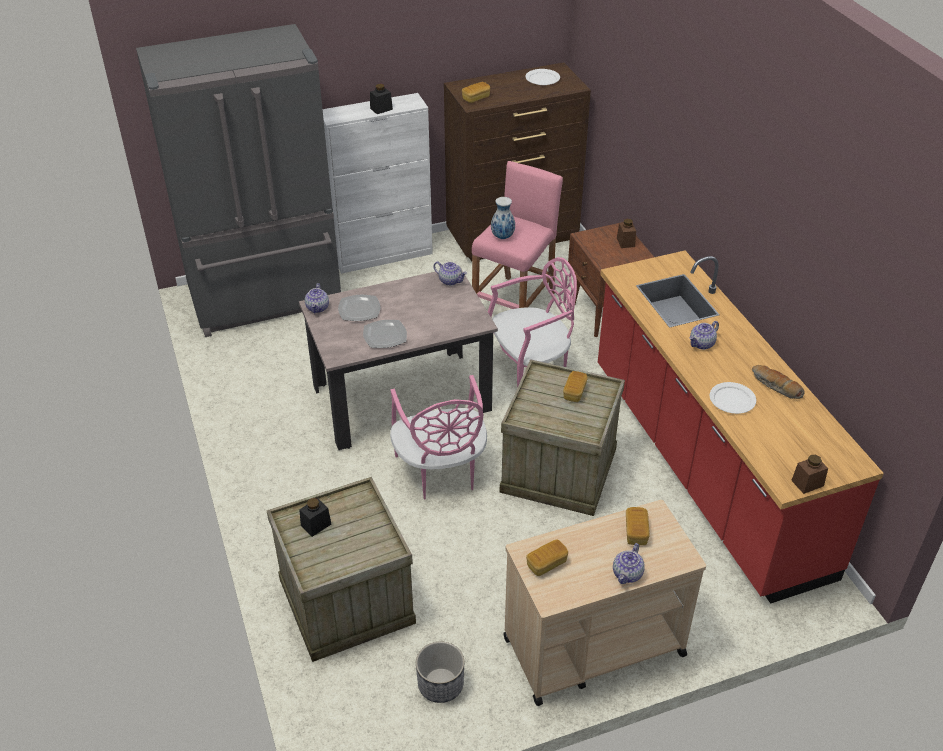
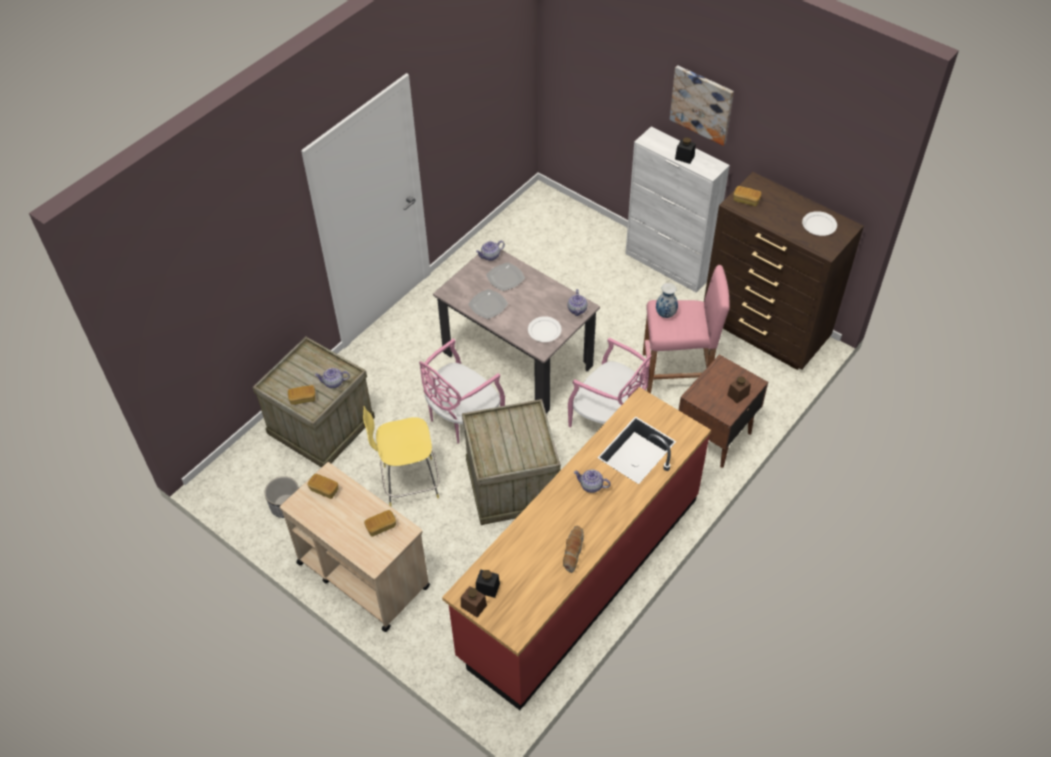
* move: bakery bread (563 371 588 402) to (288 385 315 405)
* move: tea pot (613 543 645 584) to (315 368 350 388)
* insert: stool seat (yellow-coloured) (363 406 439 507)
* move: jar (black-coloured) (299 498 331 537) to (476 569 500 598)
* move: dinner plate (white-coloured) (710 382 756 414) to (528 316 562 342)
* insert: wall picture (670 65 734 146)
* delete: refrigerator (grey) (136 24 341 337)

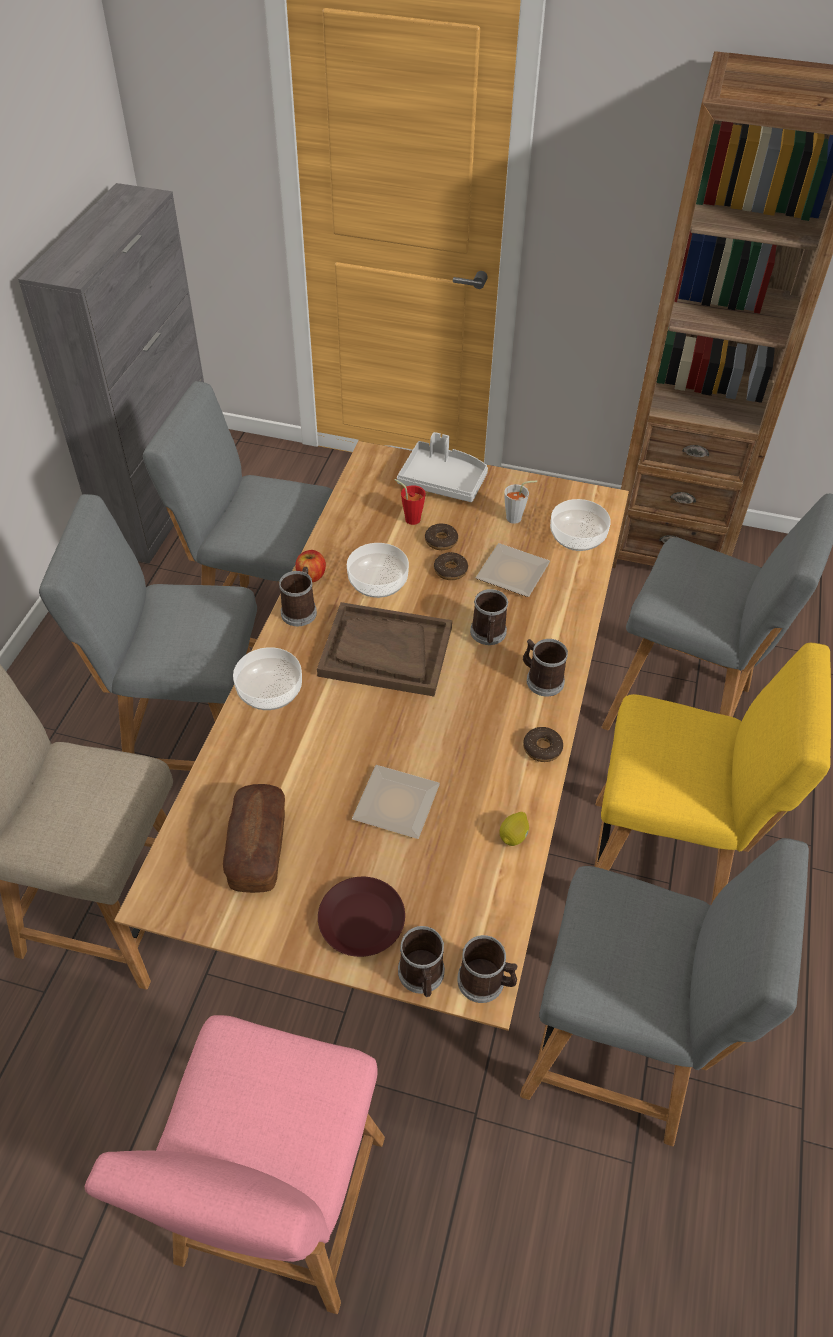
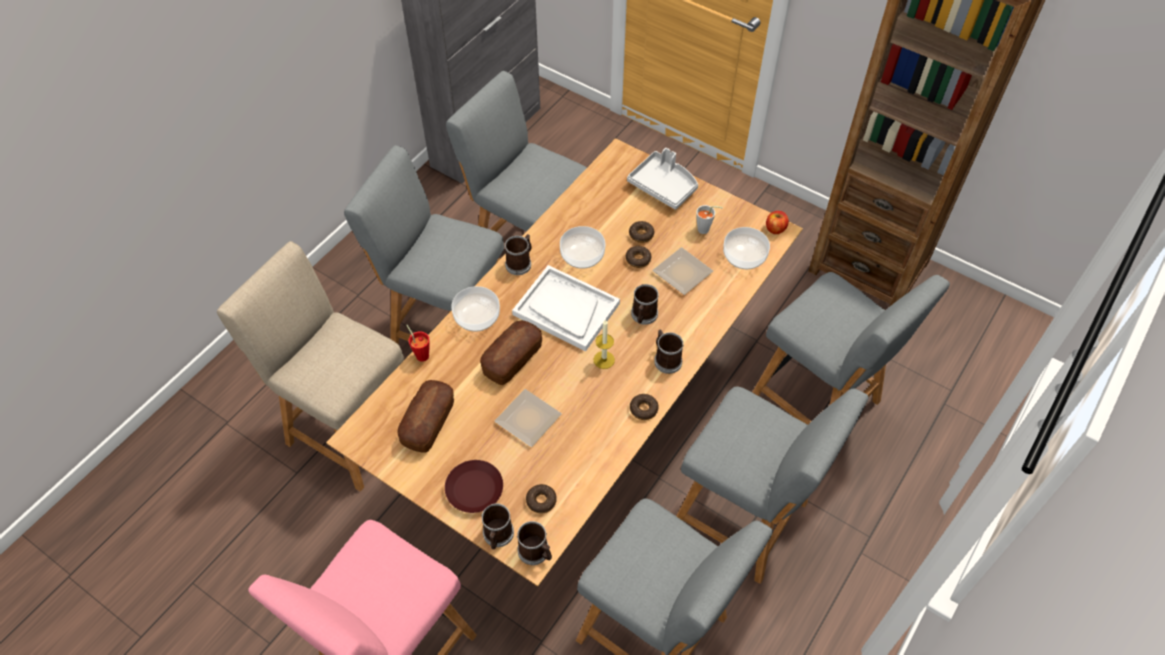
* move: cup (red) (395 479 426 525) to (406 325 430 362)
* insert: bakery bread (480 321 542 385)
* recolor: carrying tray (brown) (317 602 452 696) to carrying tray (white-coloured) (512 265 620 351)
* insert: doughnut (526 484 557 514)
* insert: wax light (594 319 615 369)
* recolor: plain chair (yellow-coloured) (594 643 831 904) to plain chair (grey) (676 387 868 584)
* move: whole apple (295 550 326 582) to (766 211 789 234)
* delete: lemon (499 812 529 846)

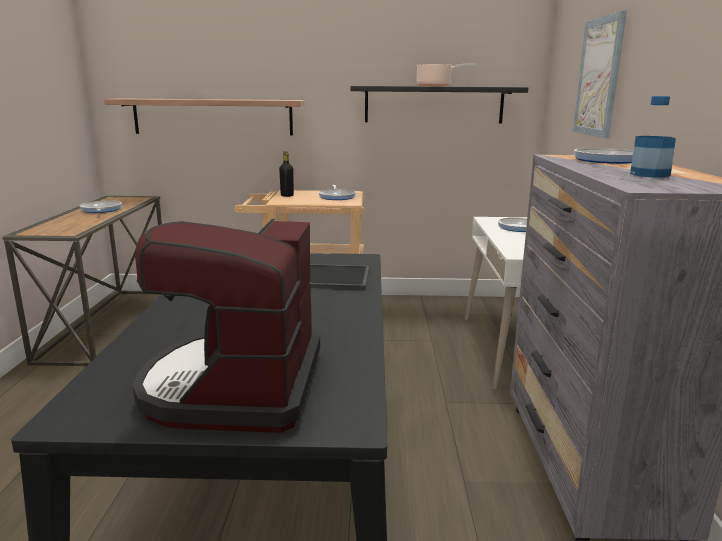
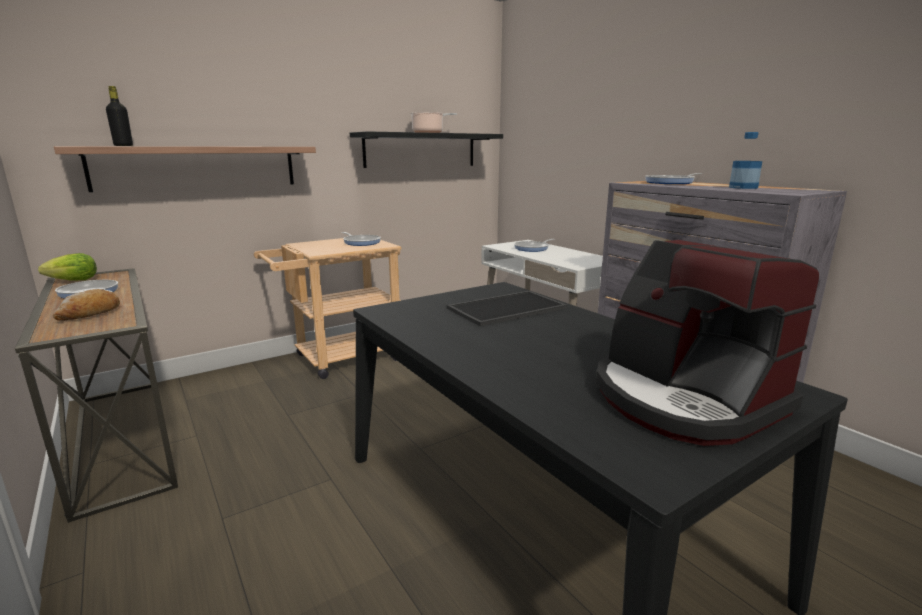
* insert: lettuce (38 253 97 280)
* insert: bakery bread (53 289 120 321)
* move: bottle (black-coloured) (279 151 294 197) to (106 86 133 146)
* delete: wall picture (573 10 627 139)

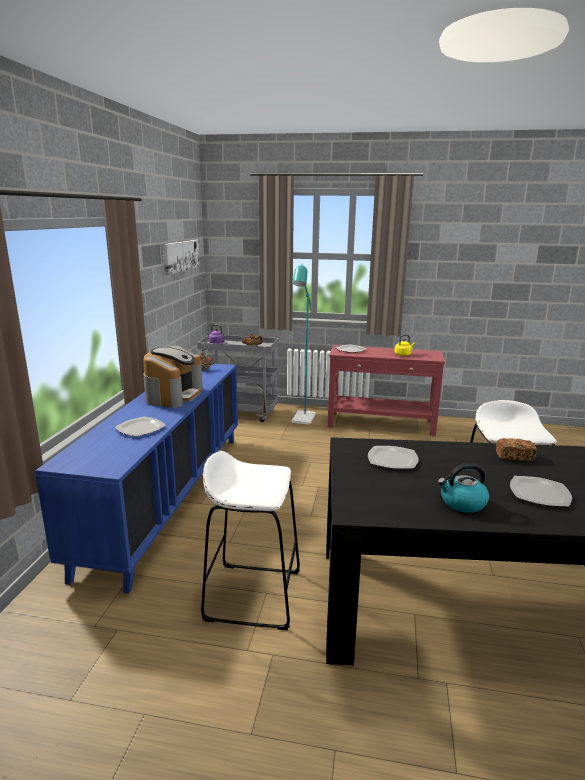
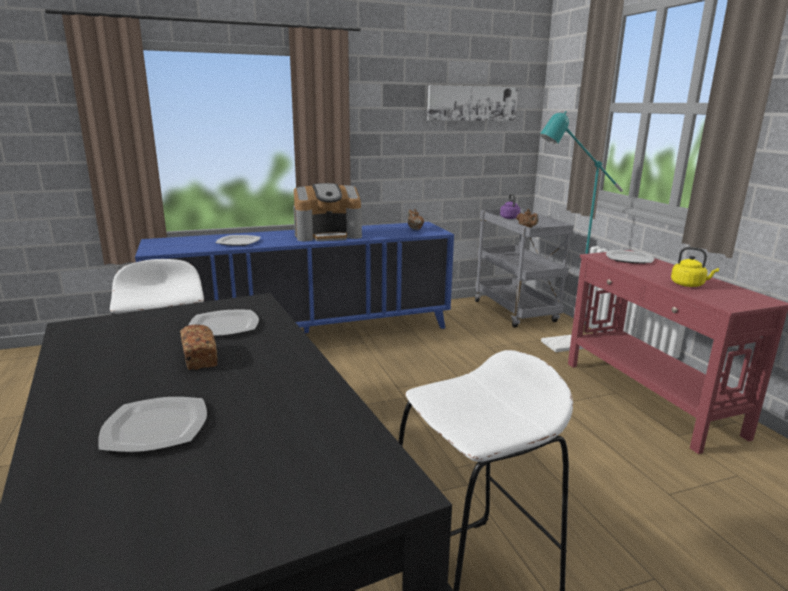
* move: bakery bread (496 438 537 461) to (180 324 217 370)
* delete: water kettle (438 463 489 513)

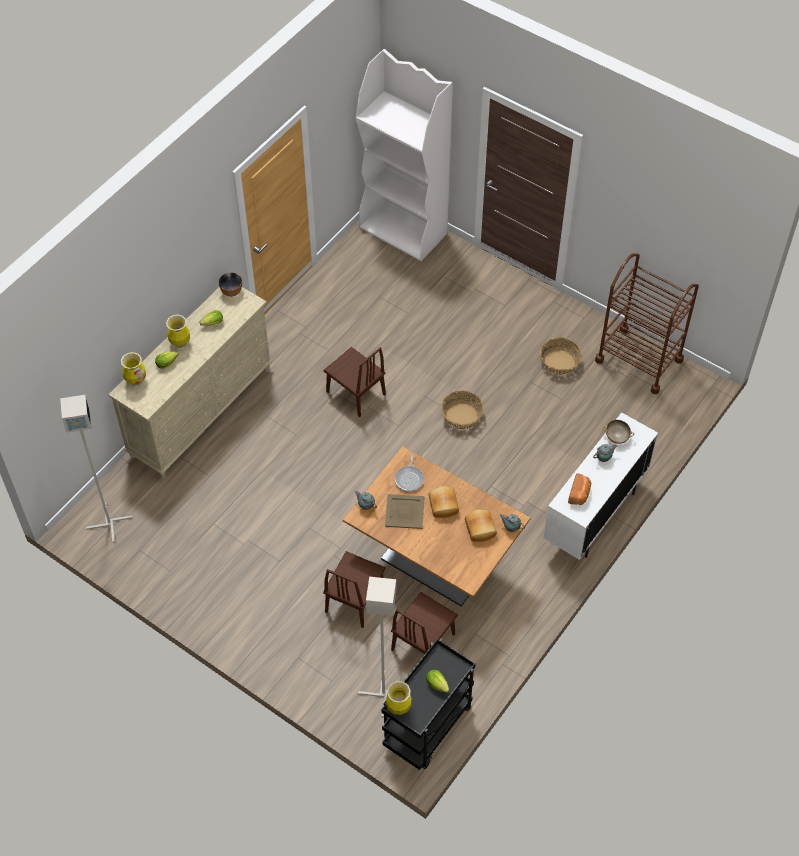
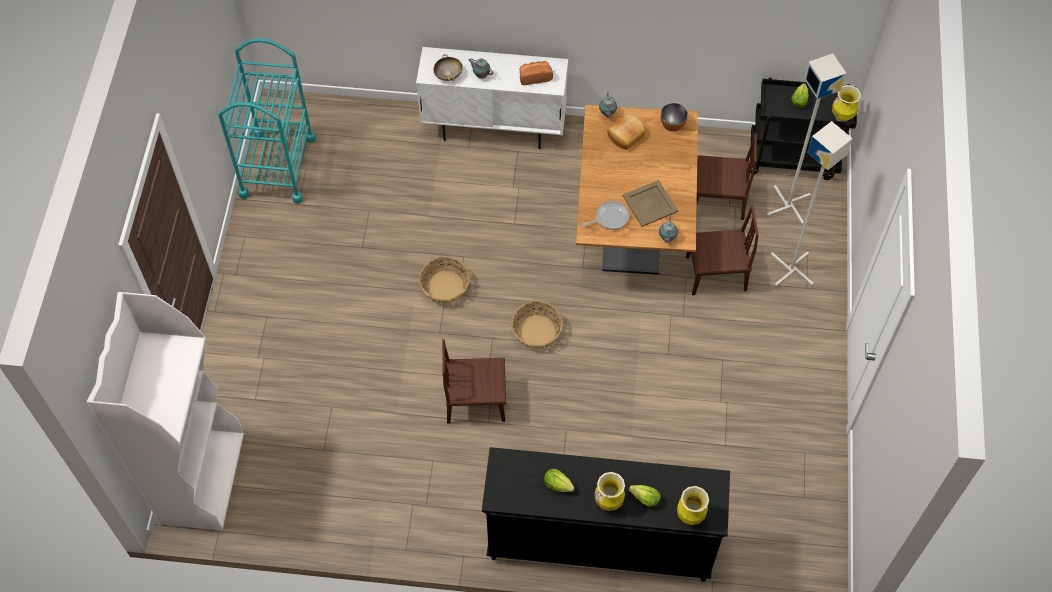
* recolor: wheeled cart (brown) (595 253 699 394) to wheeled cart (blue-green) (218 38 316 204)
* rotate: plain chair (brown) (323 347 386 417) = (442 339 506 424) 105 degrees counterclockwise
* recolor: chest of drawers (beige-coloured) (108 287 272 479) to chest of drawers (black-coloured) (482 447 730 582)
* move: household basket (540 337 582 375) to (511 301 563 349)
* move: bowl (218 272 242 297) to (660 103 688 131)
* move: floor lamp (grey) (60 395 133 543) to (770 121 853 286)
* delete: bakery bread (429 486 459 518)

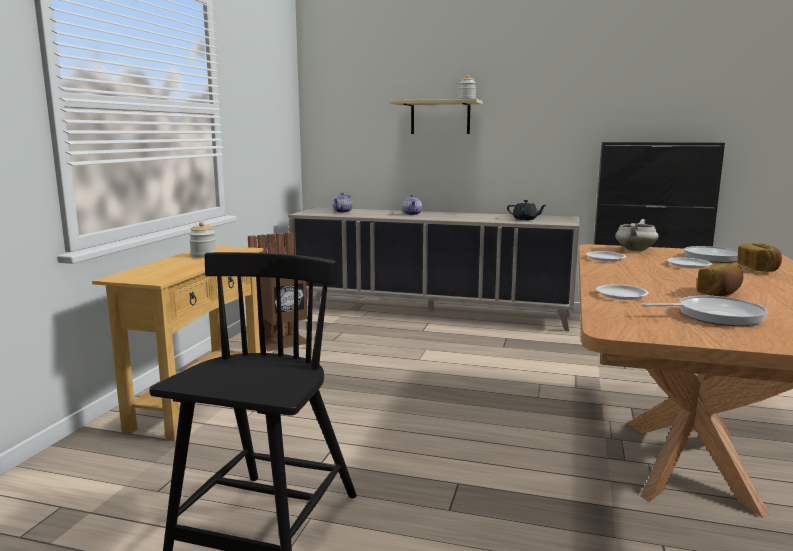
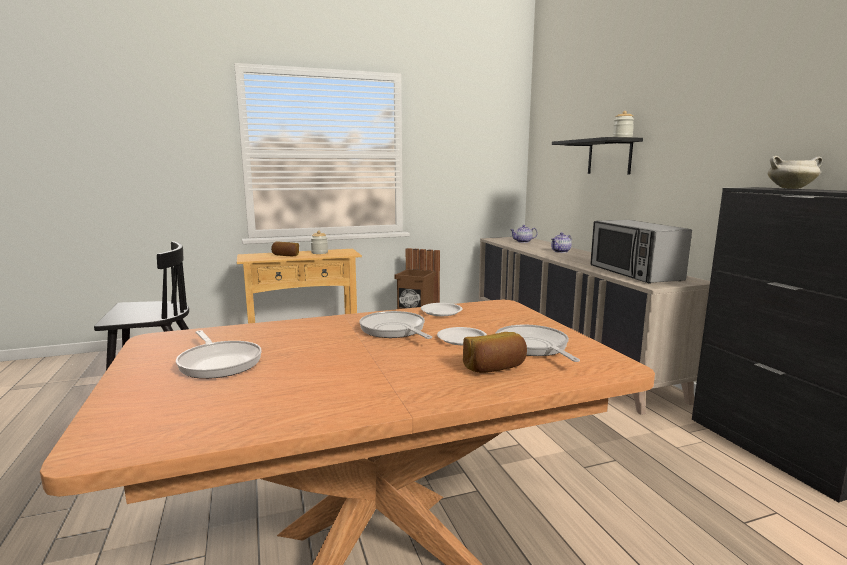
* move: bakery bread (697 264 743 296) to (271 241 299 256)
* insert: pan (359 311 432 339)
* recolor: wall shelf (beige-coloured) (390 99 483 134) to wall shelf (black-coloured) (552 137 643 174)
* replace: tea pot (black-coloured) (507 200 546 220) to microwave (590 220 692 283)
* move: stockpot (white-coloured) (615 219 659 251) to (768 156 823 189)
* delete: dinner plate (white-coloured) (596 285 649 300)

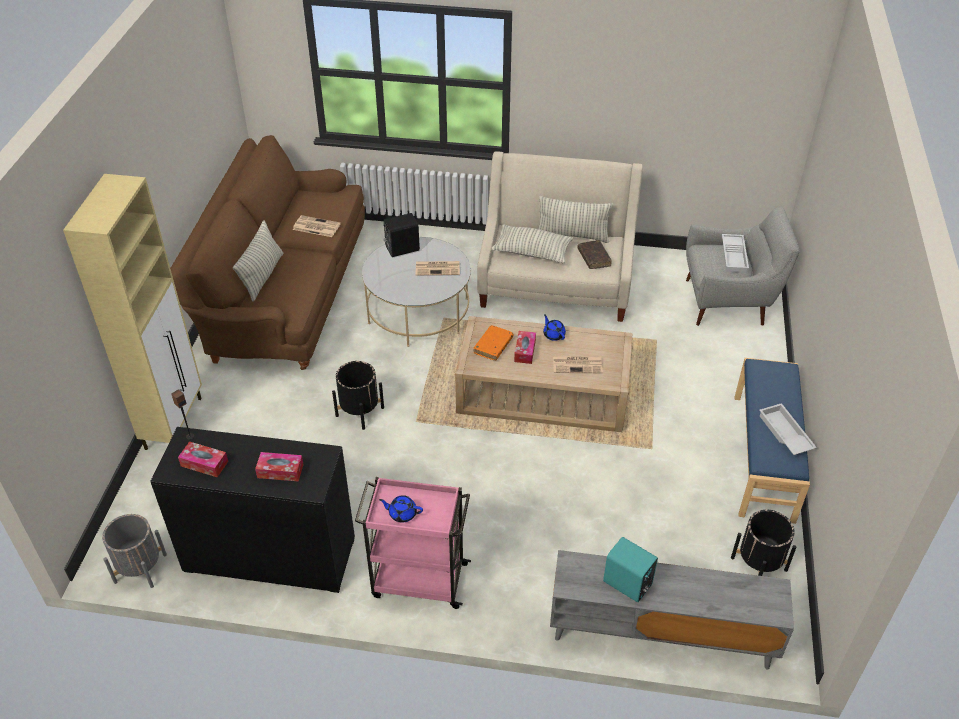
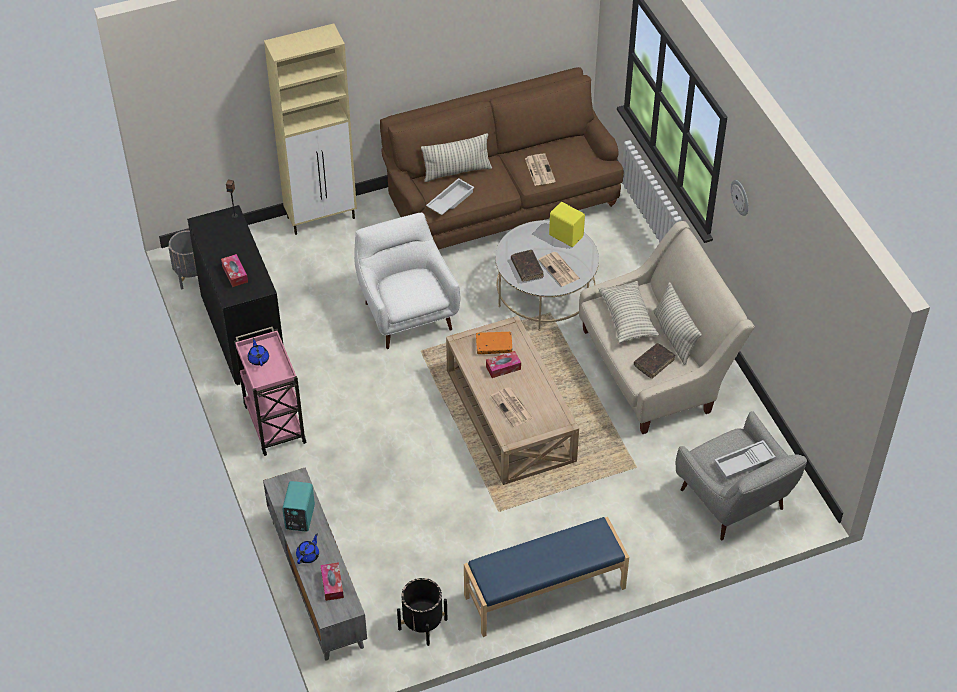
* move: tea pot (bluish) (543 314 566 341) to (296 534 319 564)
* move: box of tissues (178 441 228 477) to (320 562 344 601)
* replace: flower pot (black-coloured) (332 361 384 430) to lounge chair (white-coloured) (354 213 461 349)
* move: carrying tray (white-coloured) (759 403 817 455) to (426 178 474 215)
* insert: volume (brown) (511 250 544 282)
* recolor: speaker (black-coloured) (383 213 420 257) to speaker (yellow-coloured) (549 202 585 247)
* insert: clock on the wall (731 180 749 216)

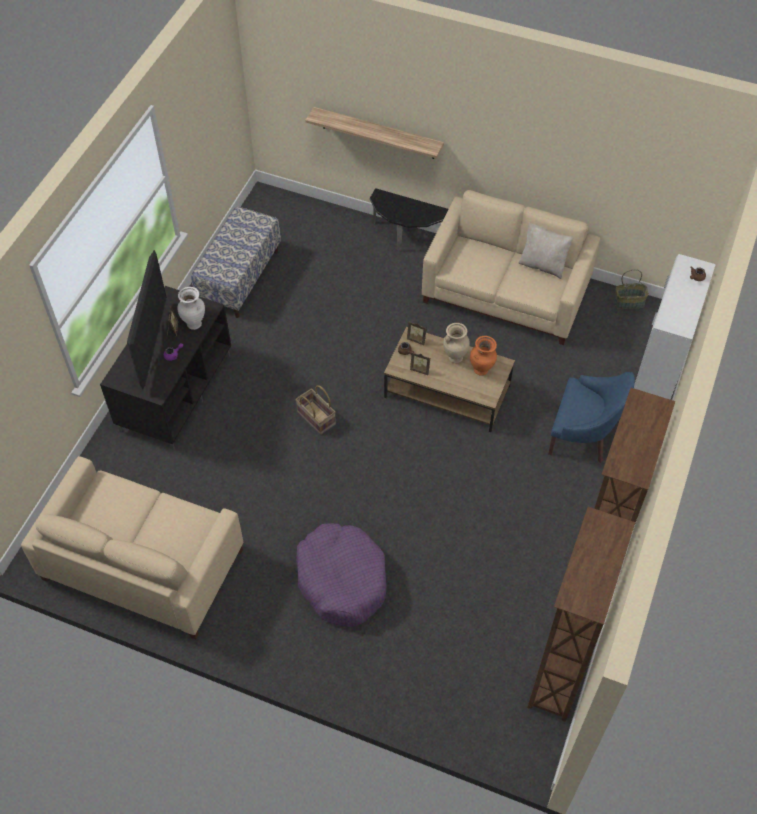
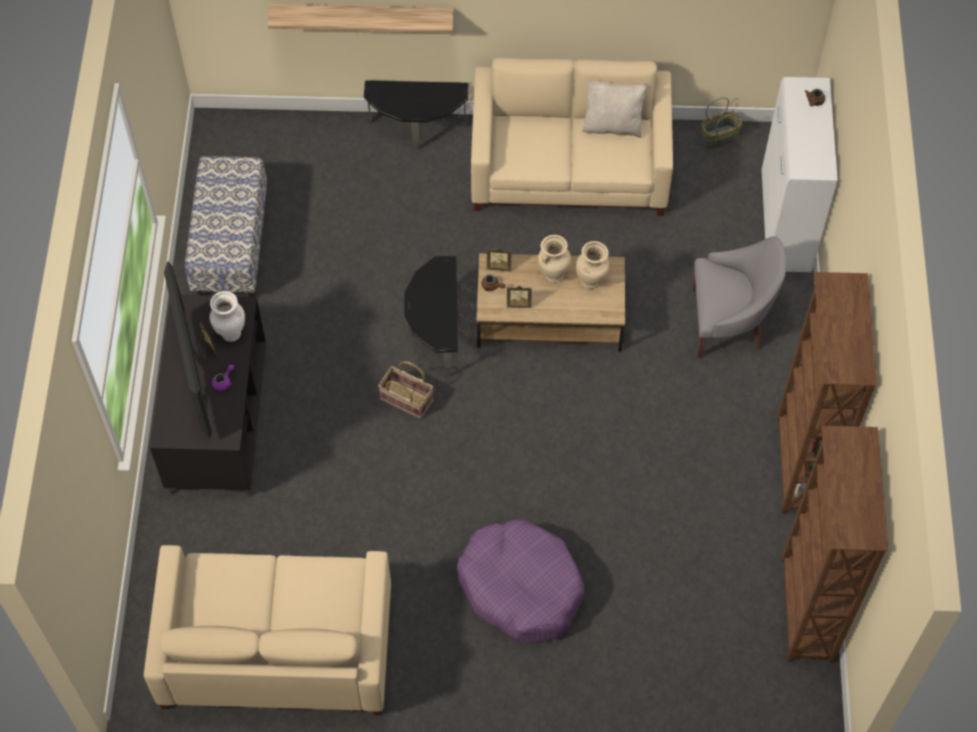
* insert: accent table (405 256 458 377)
* recolor: flower vase (orange-coloured) (470 336 497 376) to flower vase (beige-coloured) (576 241 609 289)
* recolor: lounge chair (bluish) (548 372 635 463) to lounge chair (grey) (692 236 786 358)

